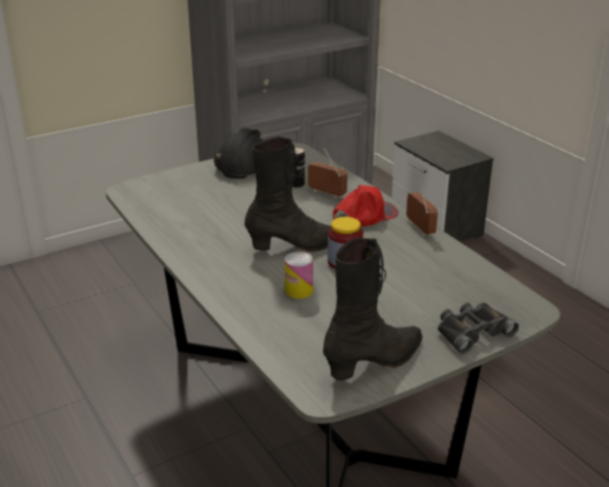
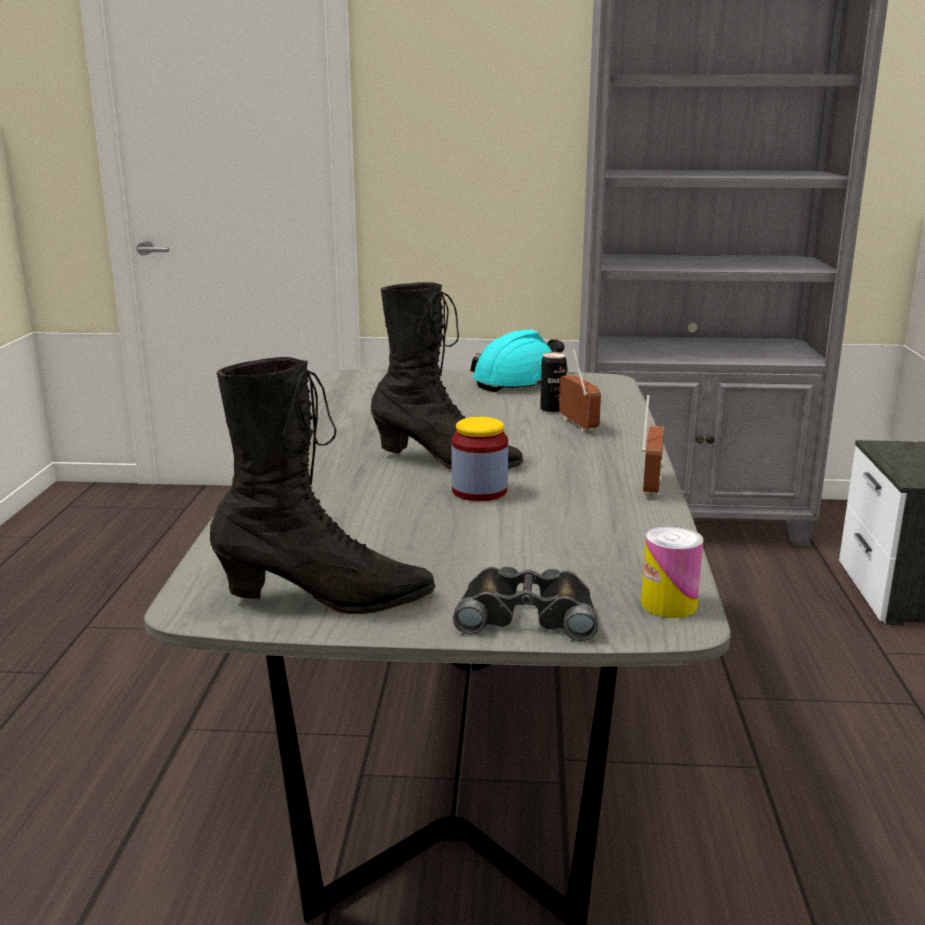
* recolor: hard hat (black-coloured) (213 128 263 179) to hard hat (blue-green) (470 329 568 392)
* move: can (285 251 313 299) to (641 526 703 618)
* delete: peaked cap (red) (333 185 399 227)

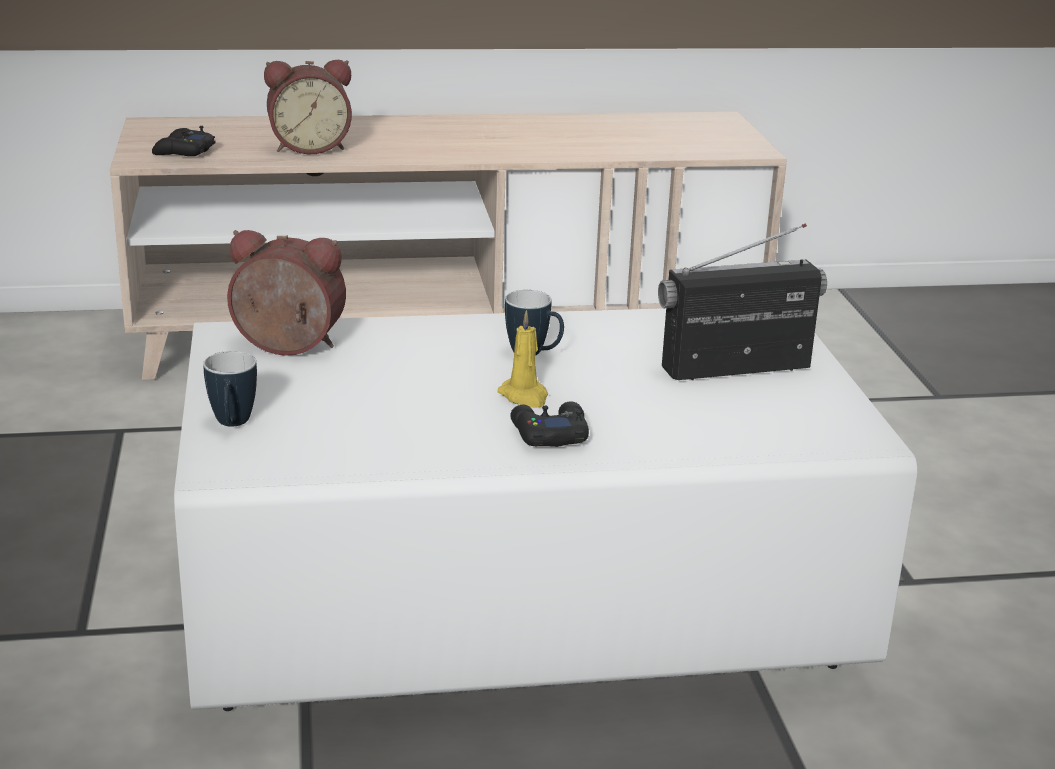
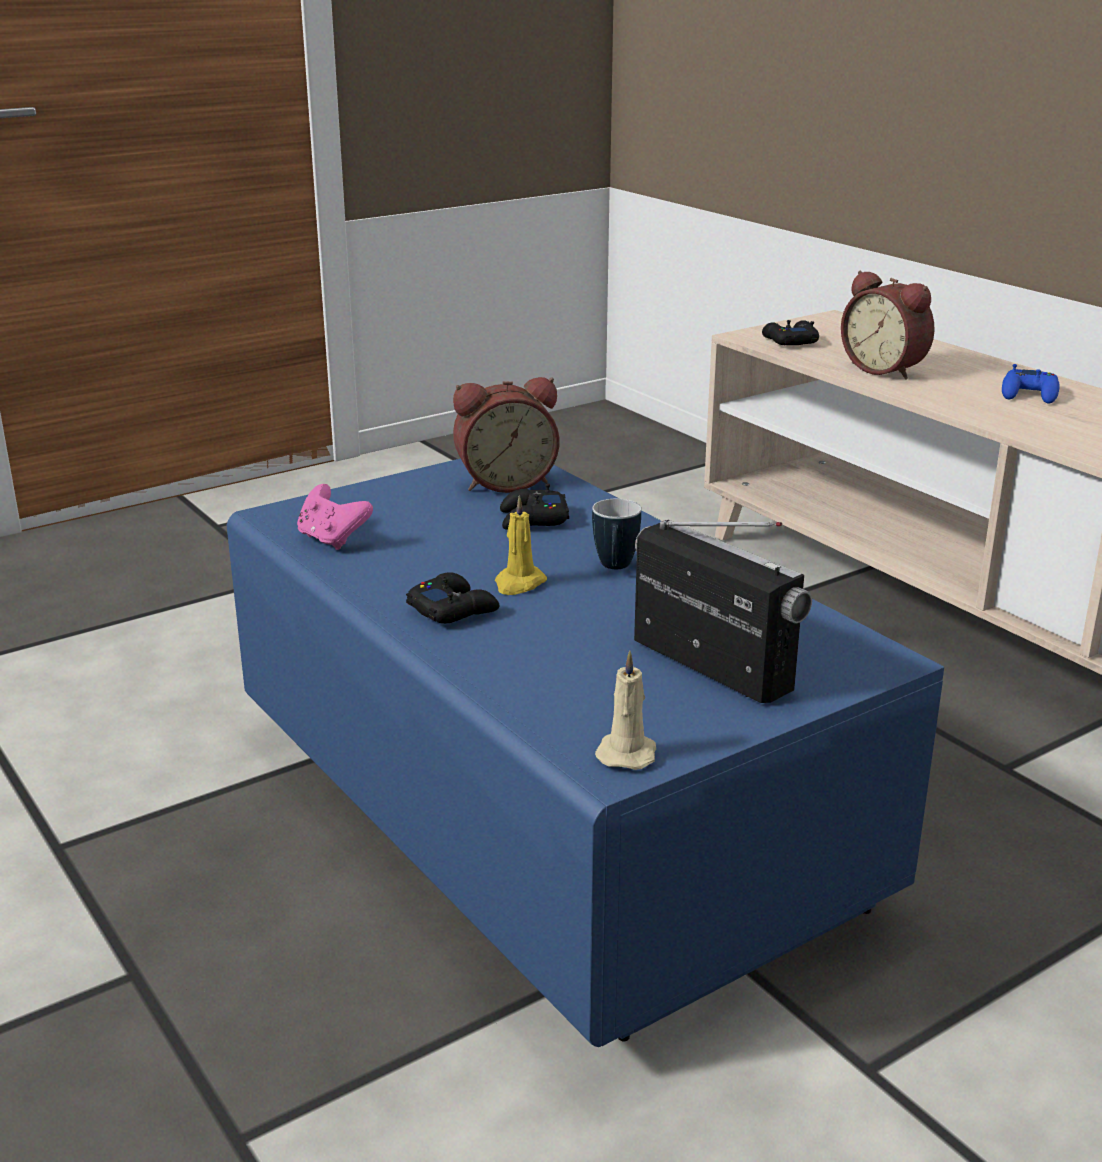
* recolor: lounge table (white-coloured) (174 308 918 711) to lounge table (bluish) (227 458 944 1047)
* insert: game controller (pink-coloured) (297 484 373 550)
* rotate: alarm clock (227 230 346 356) = (453 377 559 493) 90 degrees clockwise
* insert: game controller (black-coloured) (500 483 569 530)
* insert: wax light (beige-coloured) (595 651 656 770)
* insert: game controller (bluish) (1002 364 1060 404)
* delete: tea mug (203 351 257 427)

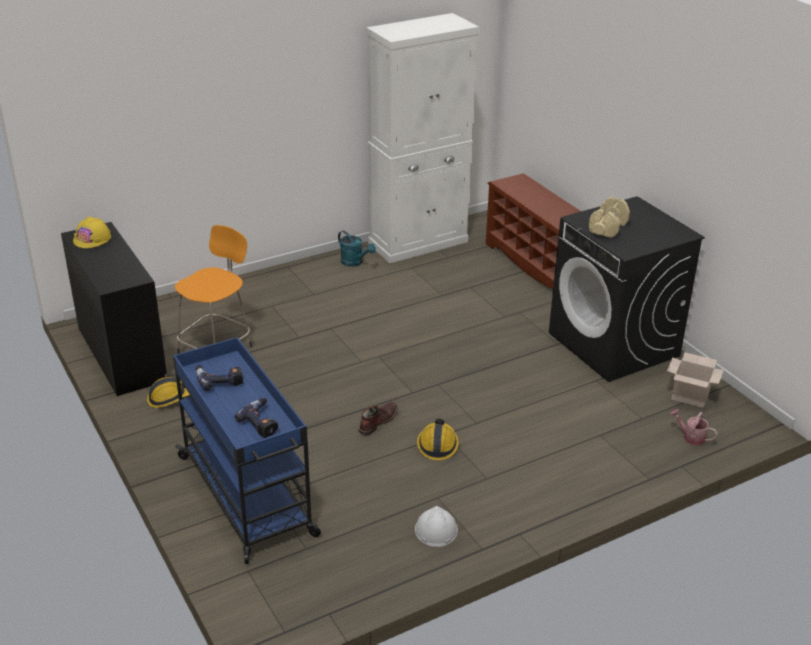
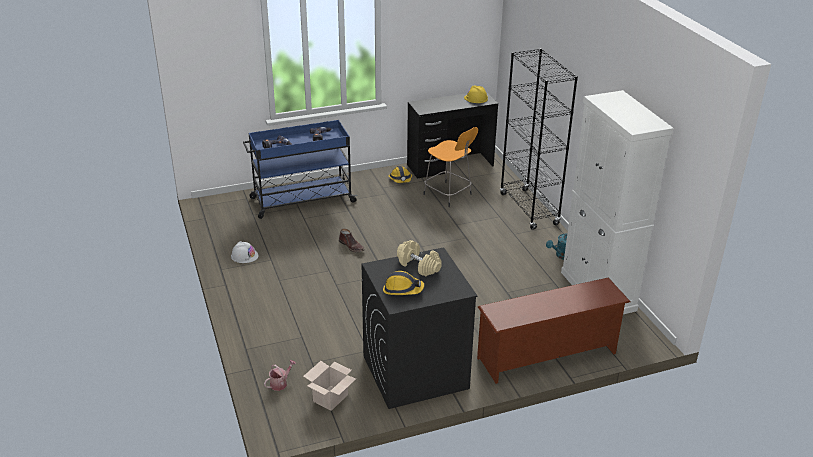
* move: hard hat (417 419 459 460) to (383 271 424 295)
* insert: bookcase (black-coloured) (500 48 578 230)

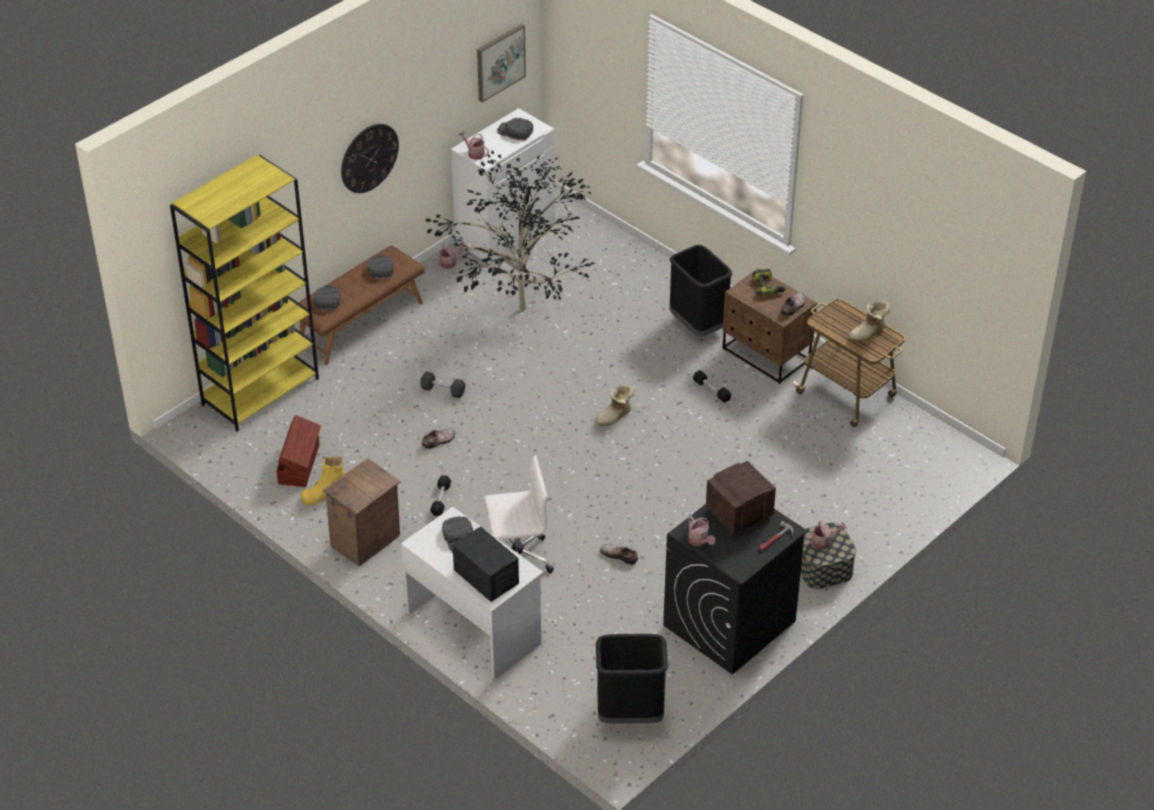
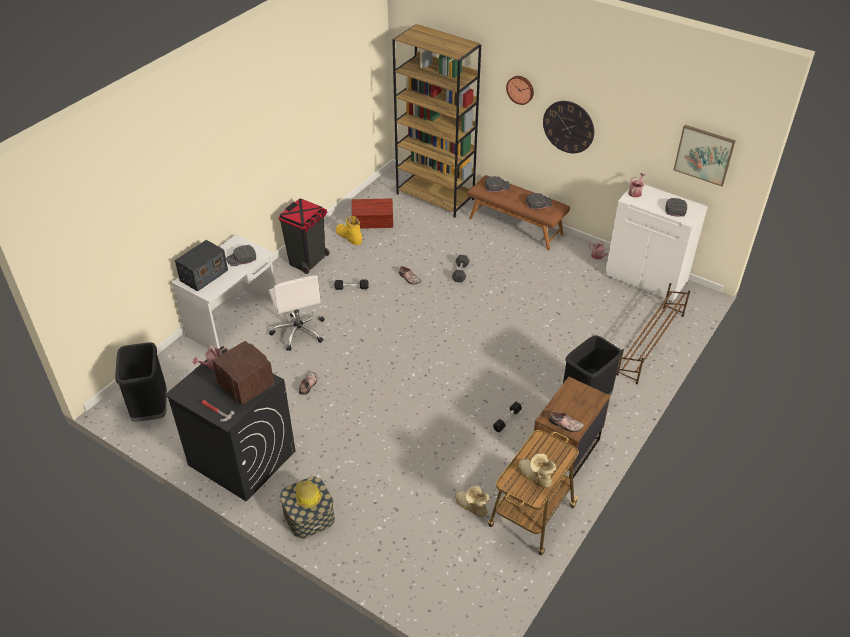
* replace: crate (323 458 401 566) to trash can (black-coloured) (279 199 330 274)
* replace: watering can (804 521 847 550) to hard hat (295 480 322 508)
* recolor: bookcase (yellow-coloured) (170 155 319 432) to bookcase (brown) (392 24 481 217)
* move: tall boot (595 384 634 426) to (455 486 489 517)
* insert: clock on the wall (506 76 534 105)
* insert: shoe rack (brown) (616 283 690 384)
* delete: houseplant (426 150 596 311)
* delete: drill (753 269 786 296)

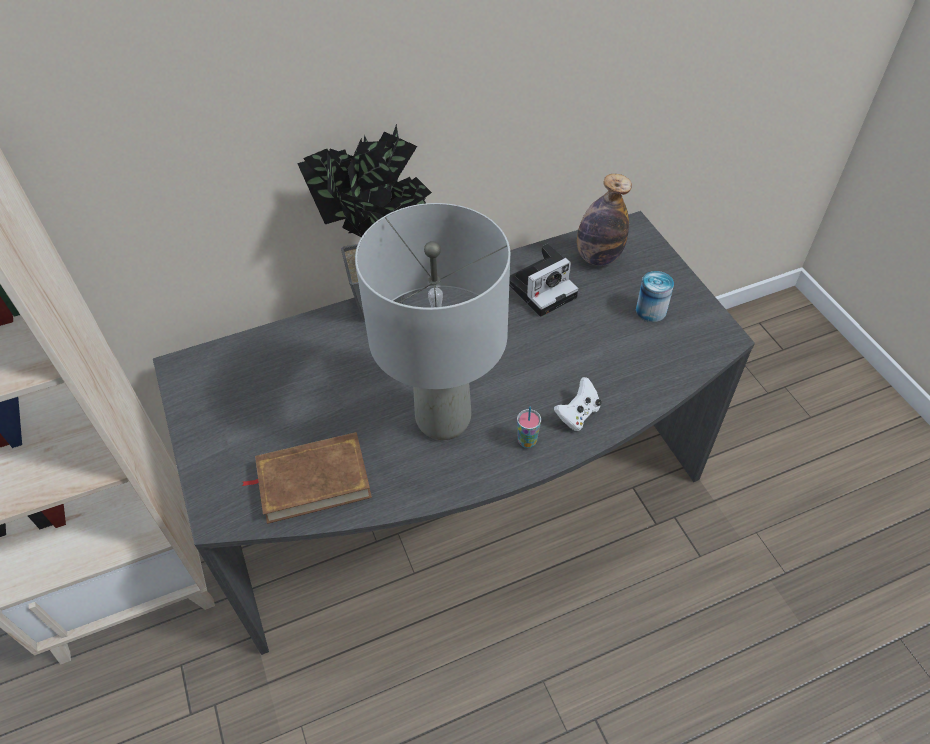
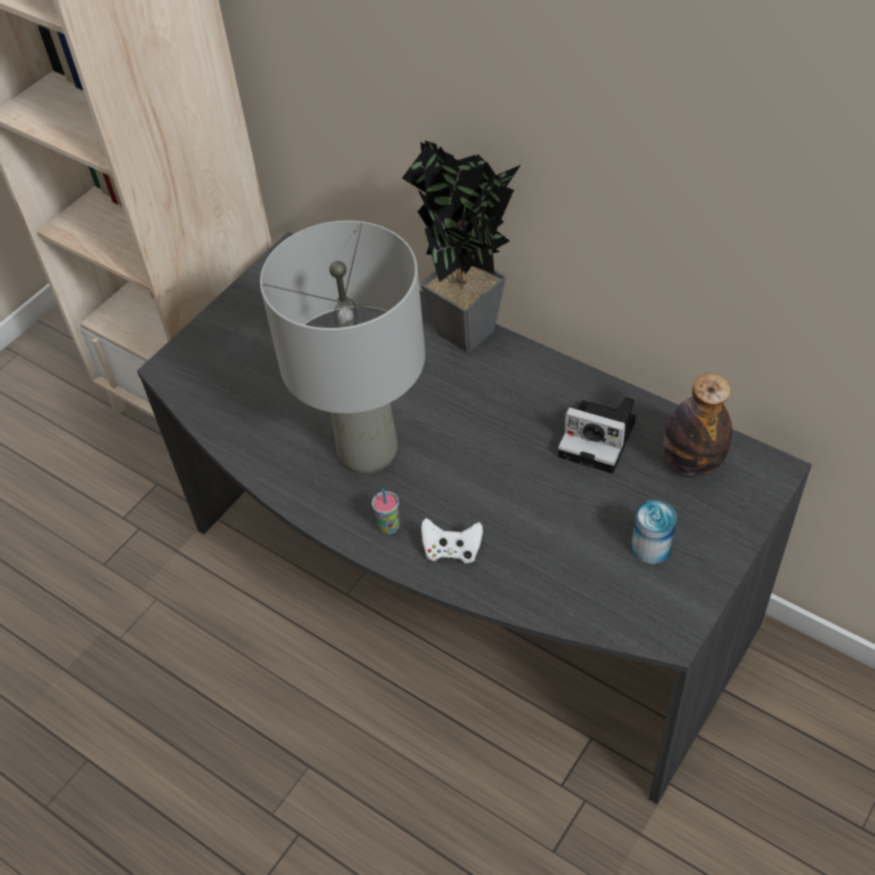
* delete: volume (brown) (242 432 372 524)

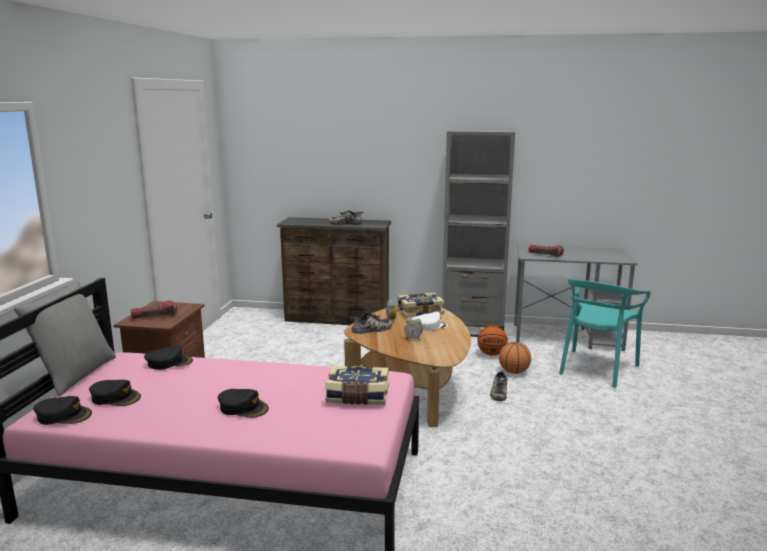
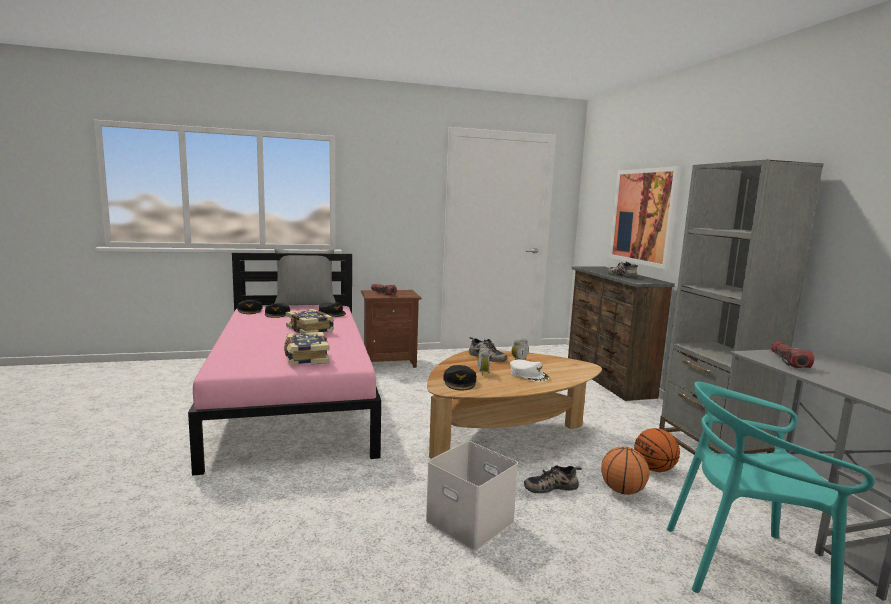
* move: volume (397 293 445 318) to (286 309 334 334)
* insert: storage bin (white-coloured) (425 441 518 551)
* move: peaked cap (black-coloured) (218 389 269 418) to (443 365 476 390)
* insert: wall picture (609 166 681 269)

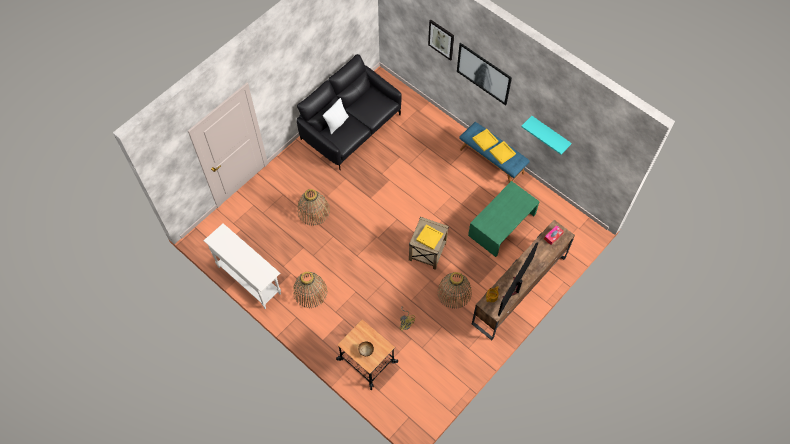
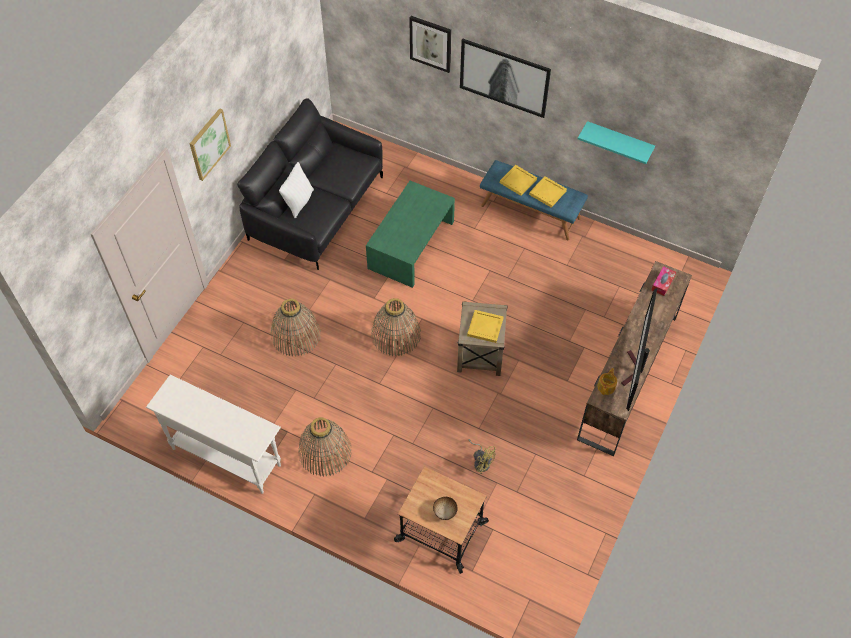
* insert: wall picture (190 108 231 181)
* move: lounge table (greenish) (468 181 540 257) to (366 181 455 288)
* move: household basket (437 272 472 309) to (371 298 421 356)

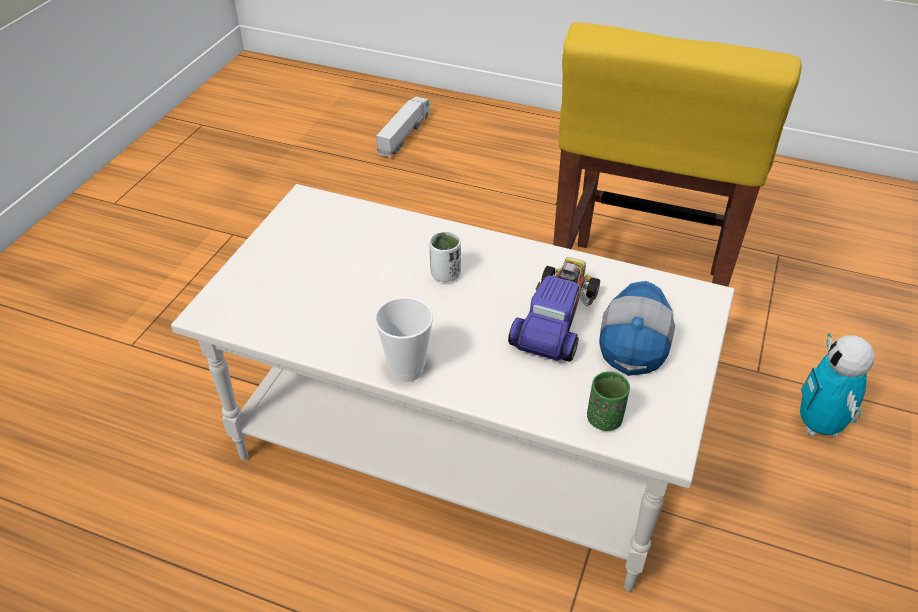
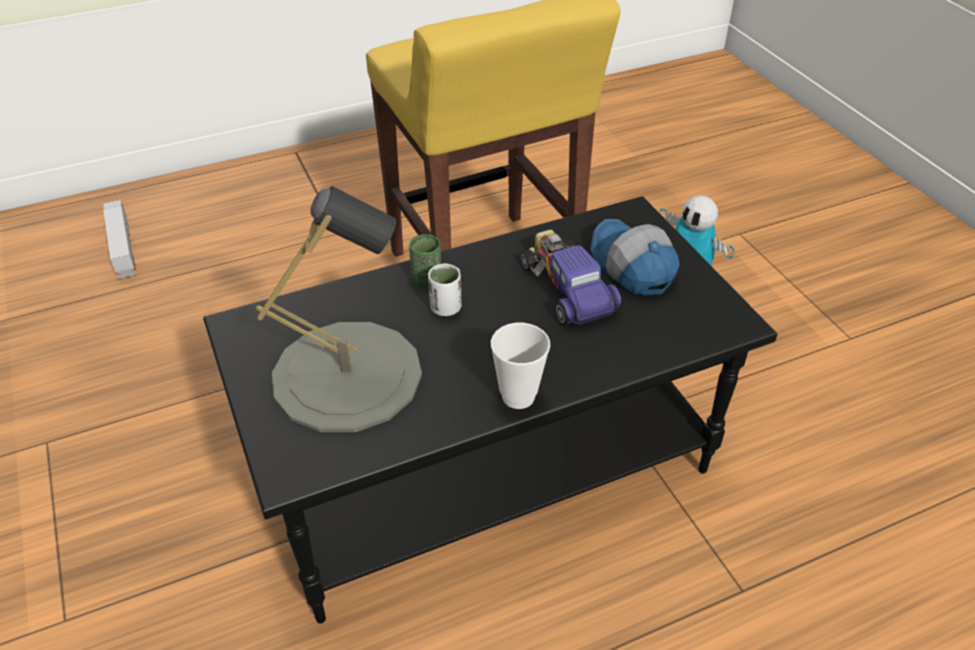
* recolor: lounge table (white-coloured) (171 184 735 591) to lounge table (black-coloured) (203 196 777 623)
* insert: tabletop lamp (grey) (256 186 422 432)
* move: cup (greenish) (587 371 630 431) to (409 234 441 286)

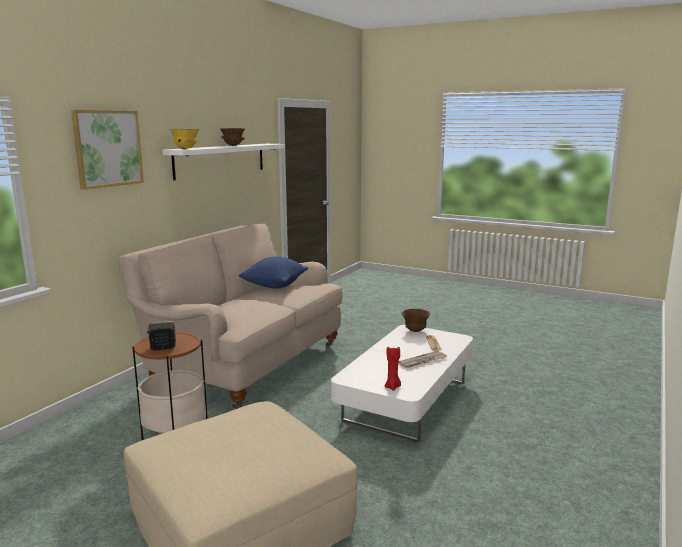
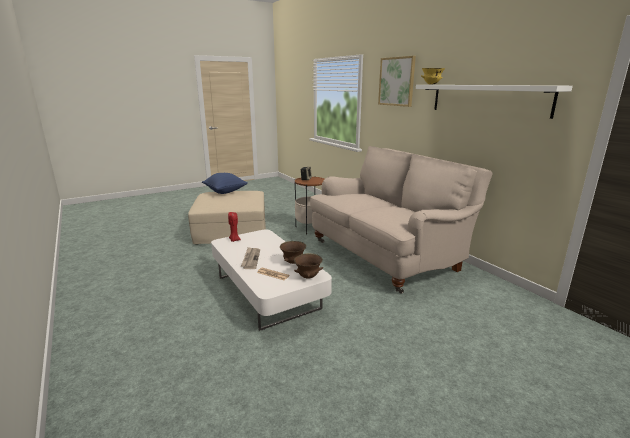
* move: pillow (bluish) (239 256 308 289) to (202 173 248 194)
* move: bowl (brown) (220 128 245 146) to (280 241 306 264)

